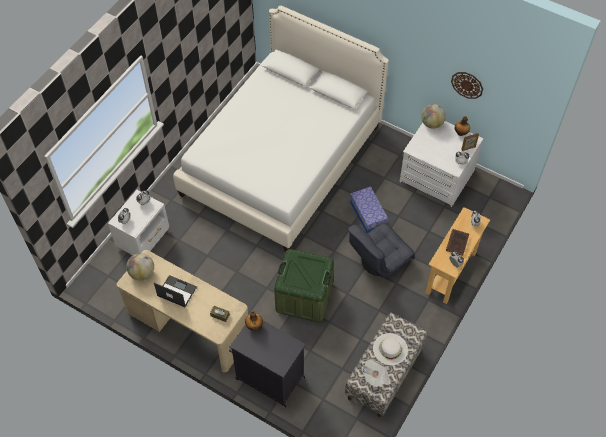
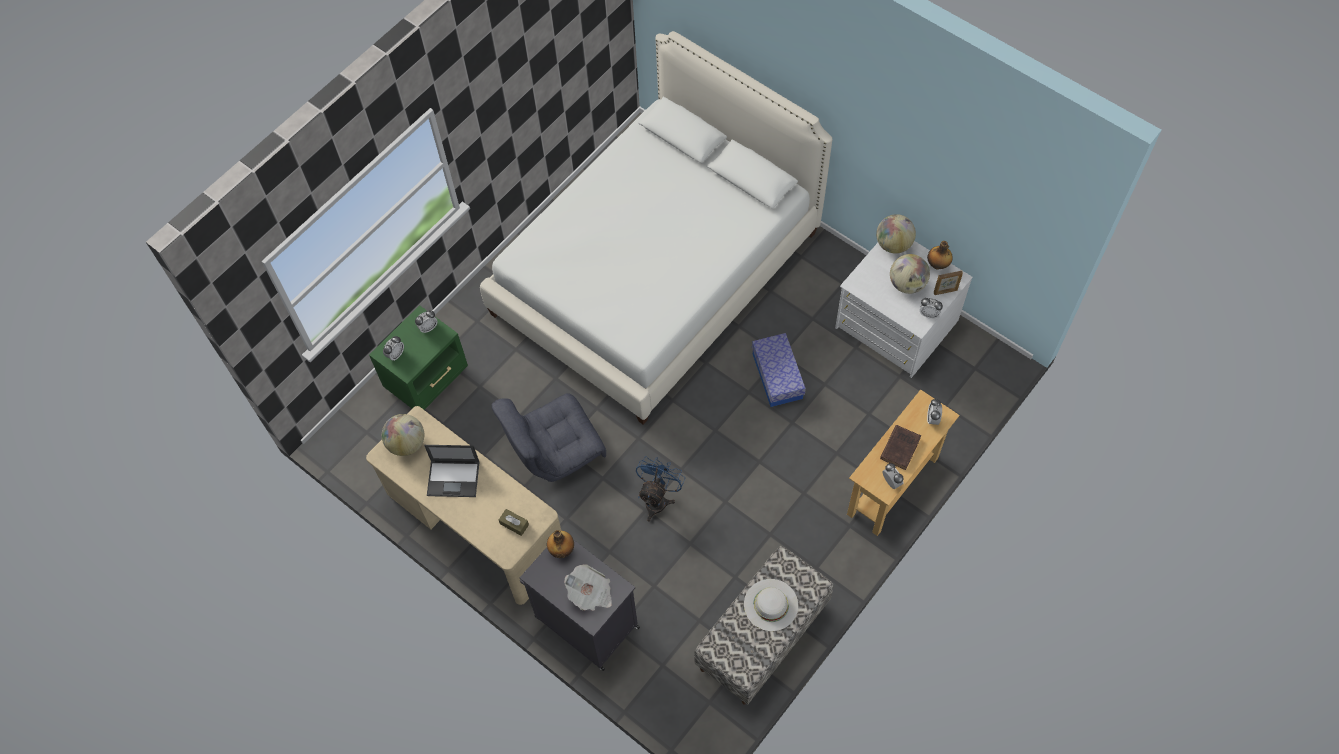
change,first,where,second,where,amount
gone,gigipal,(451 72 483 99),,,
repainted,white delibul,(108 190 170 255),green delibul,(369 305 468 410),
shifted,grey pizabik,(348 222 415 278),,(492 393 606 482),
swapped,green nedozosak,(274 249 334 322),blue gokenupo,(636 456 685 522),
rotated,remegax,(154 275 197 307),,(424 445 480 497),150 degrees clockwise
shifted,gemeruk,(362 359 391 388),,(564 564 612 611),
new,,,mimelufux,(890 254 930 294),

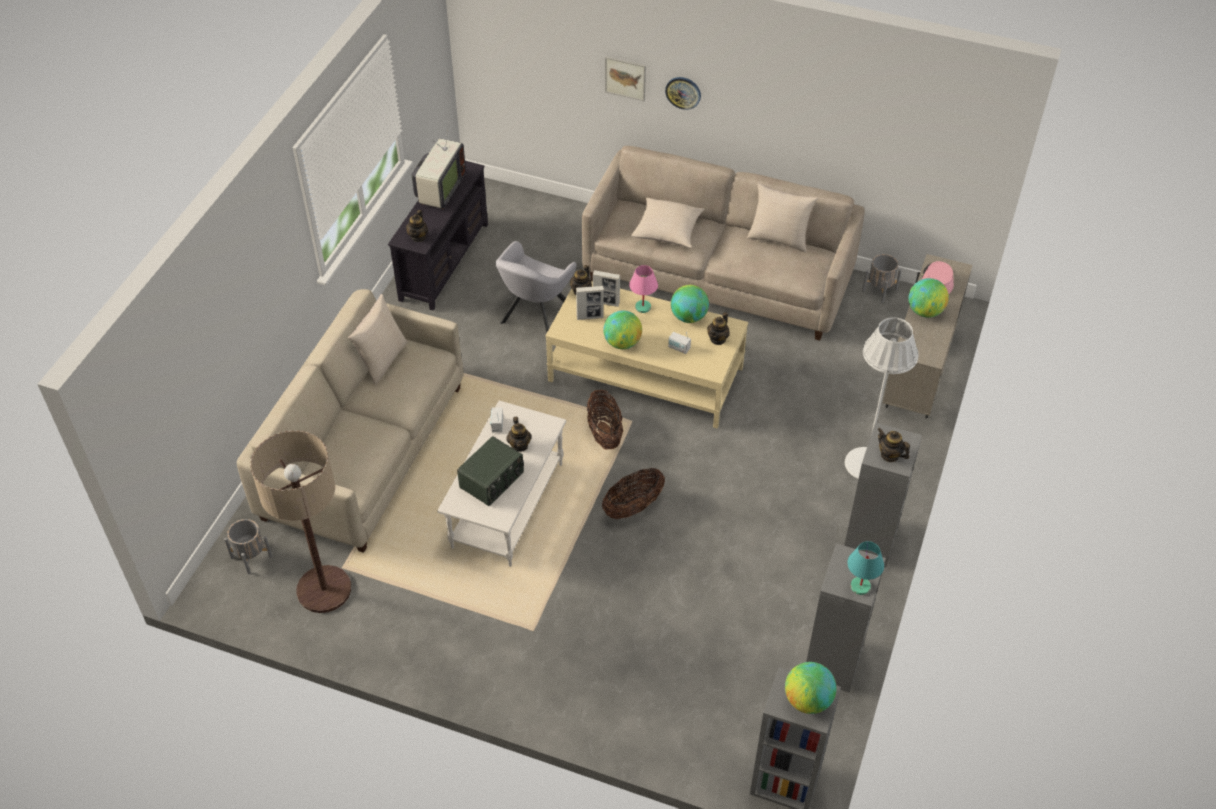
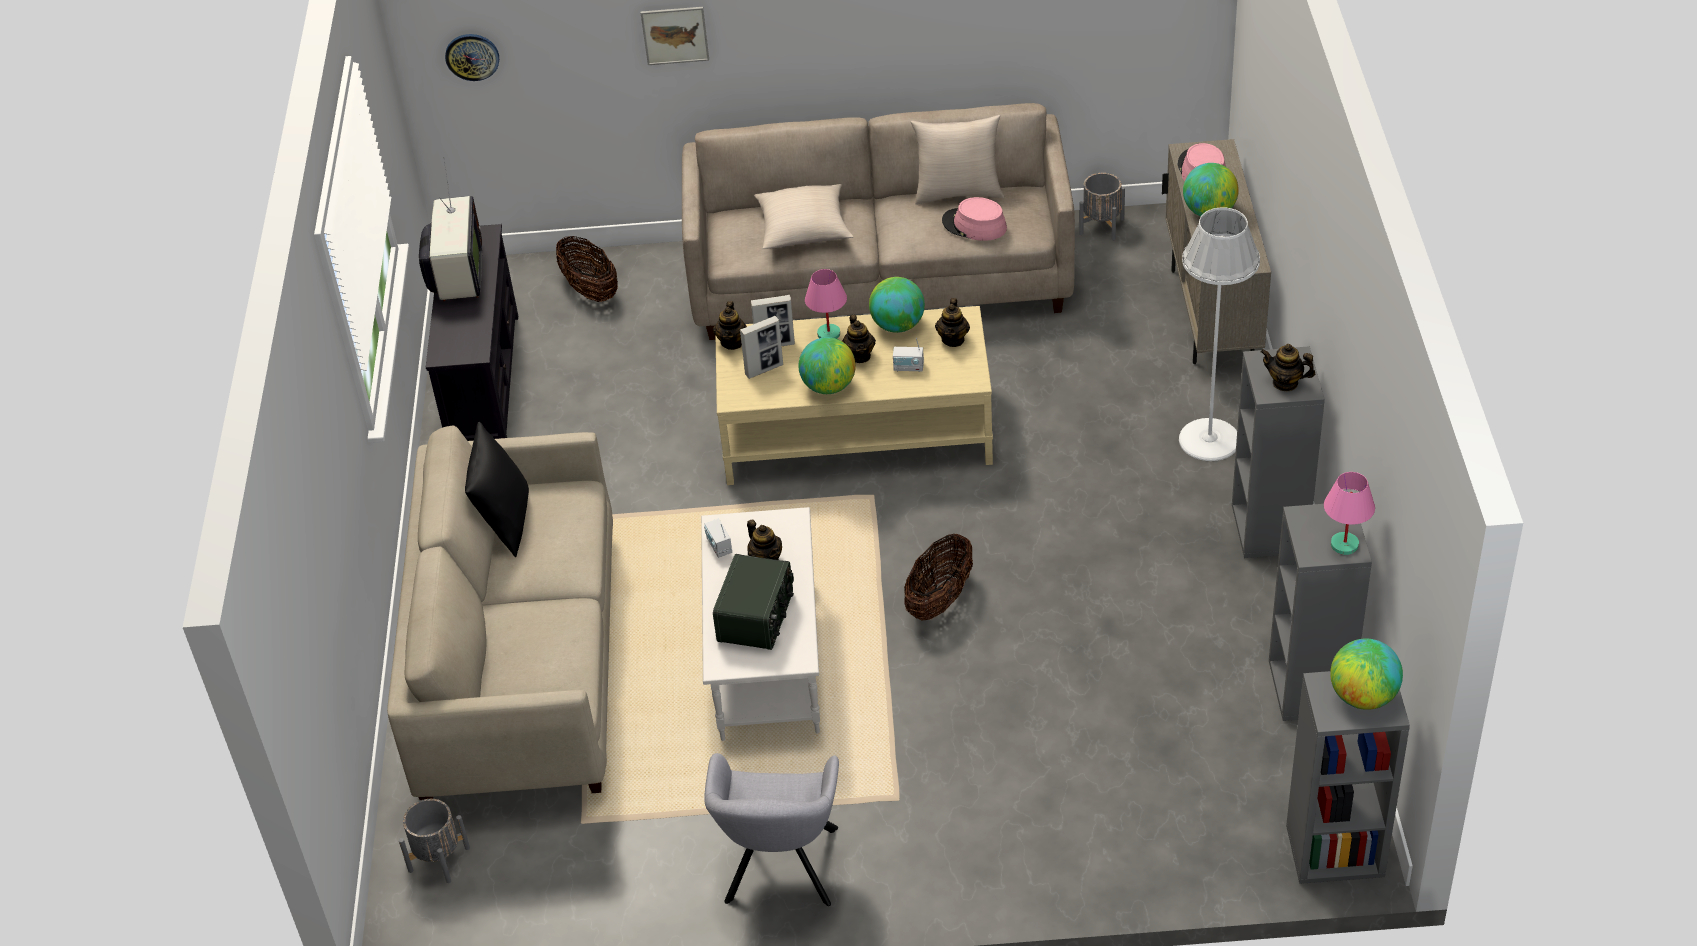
change,first,where,second,where,amount
shifted,gigipal,(665 77 701 110),,(445 34 499 81),
shifted,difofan,(406 210 428 242),,(842 315 876 363),
shifted,grey pizabik,(496 241 577 333),,(704 753 839 906),
repainted,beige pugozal,(348 294 408 386),black pugozal,(465 422 529 557),
shifted,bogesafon,(587 390 623 450),,(556 236 618 302),
gone,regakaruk,(250 431 351 613),,,
repainted,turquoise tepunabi,(847 541 884 595),pink tepunabi,(1324 472 1375 555),
new,,,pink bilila,(942 197 1007 241),

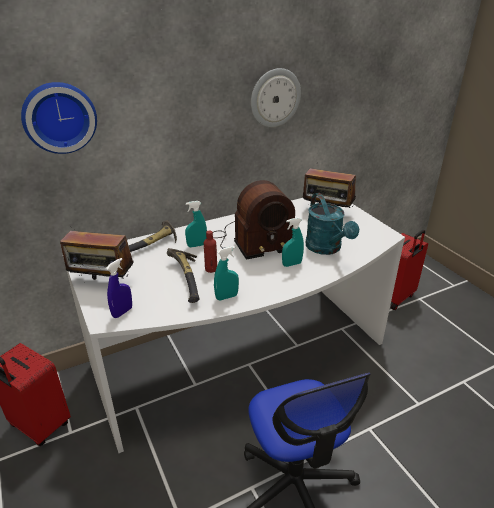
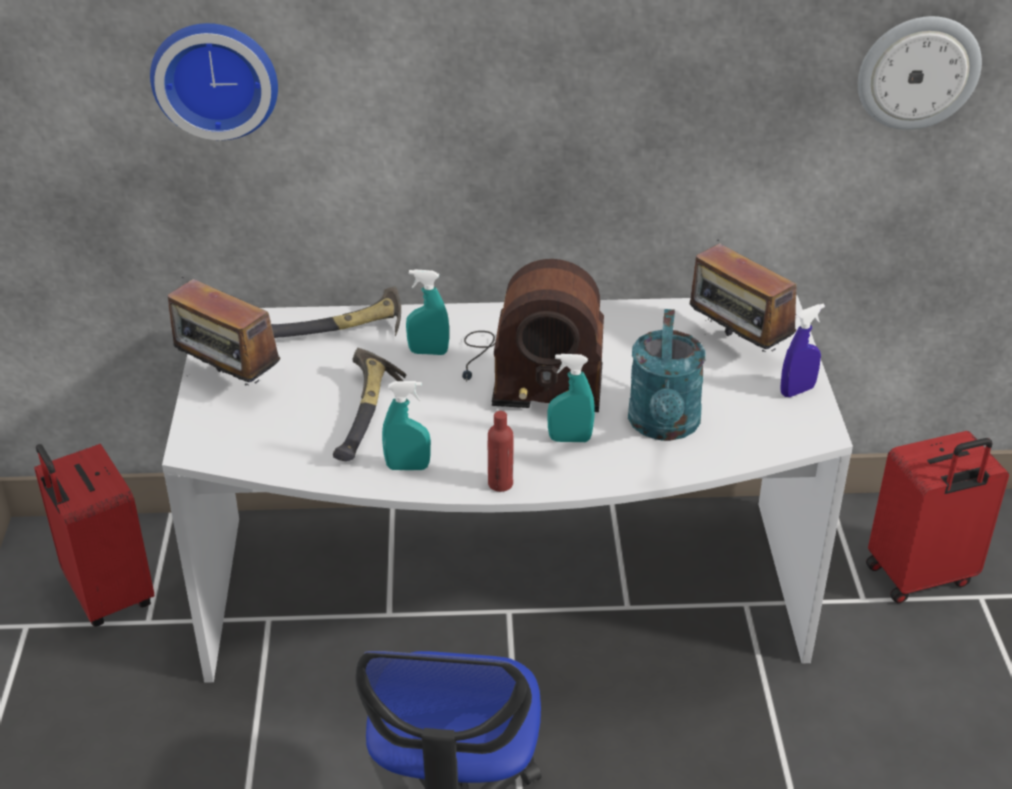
change,first,where,second,where,amount
shifted,gigipal,(251 68 301 128),,(858 16 982 130),
shifted,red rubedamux,(204 230 217 273),,(488 411 513 492),
shifted,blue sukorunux,(106 258 132 318),,(781 304 825 397),

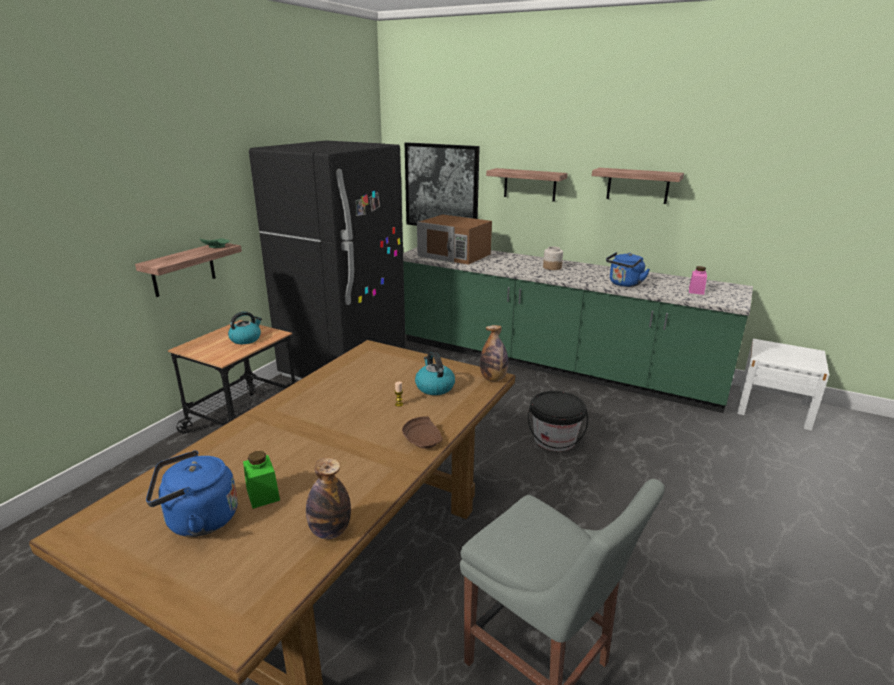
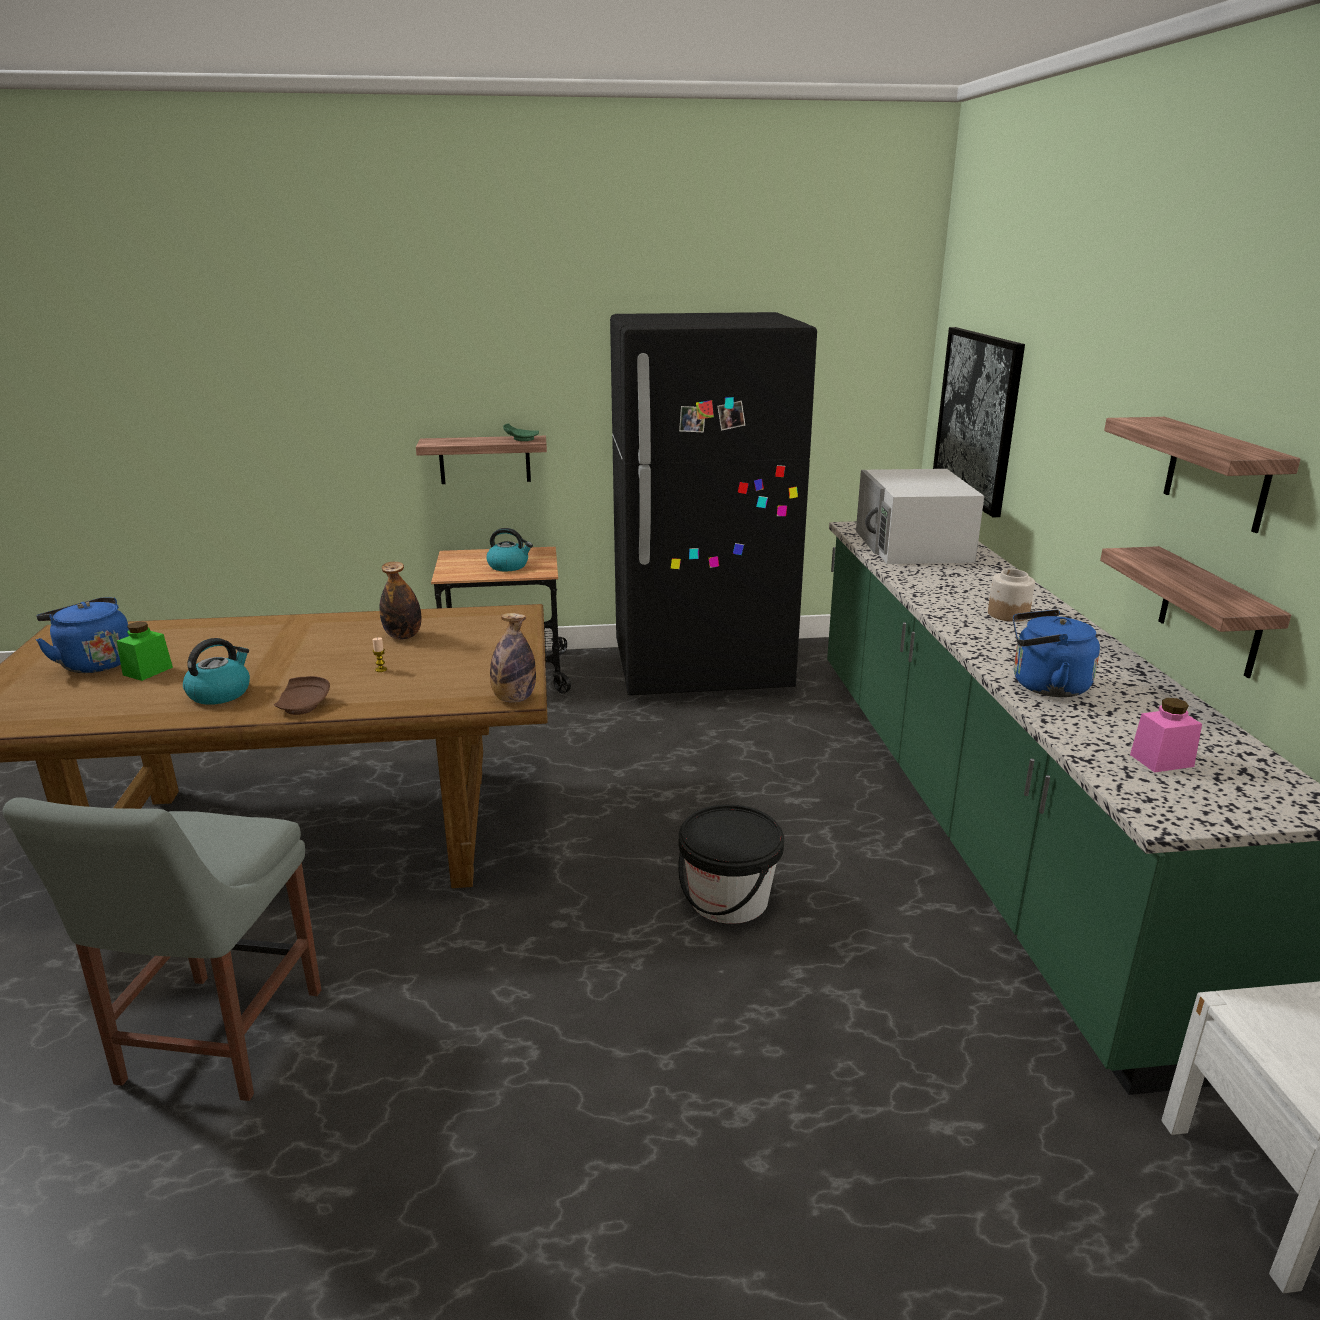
change,first,where,second,where,amount
shifted,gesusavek,(486 168 568 202),,(1100 546 1291 678),
repainted,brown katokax,(417 215 492 265),white katokax,(856 469 984 564),
shifted,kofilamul,(415 351 455 395),,(183 638 250 705),
shifted,rubedamux,(306 457 351 539),,(379 562 421 639),

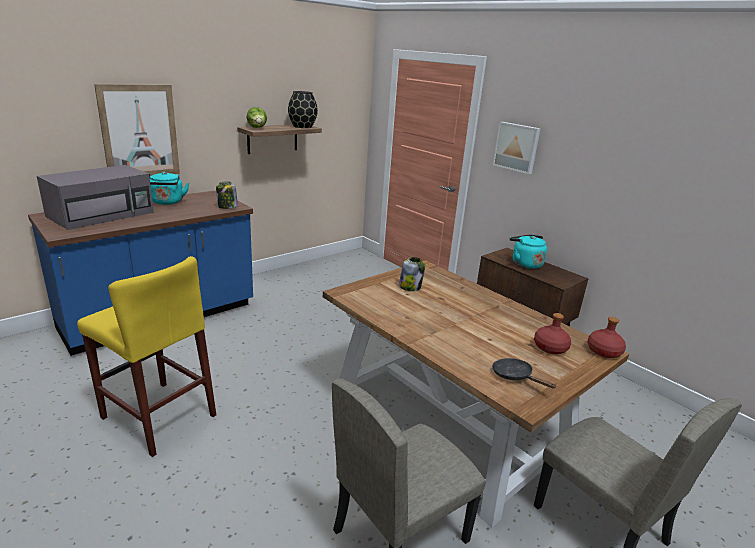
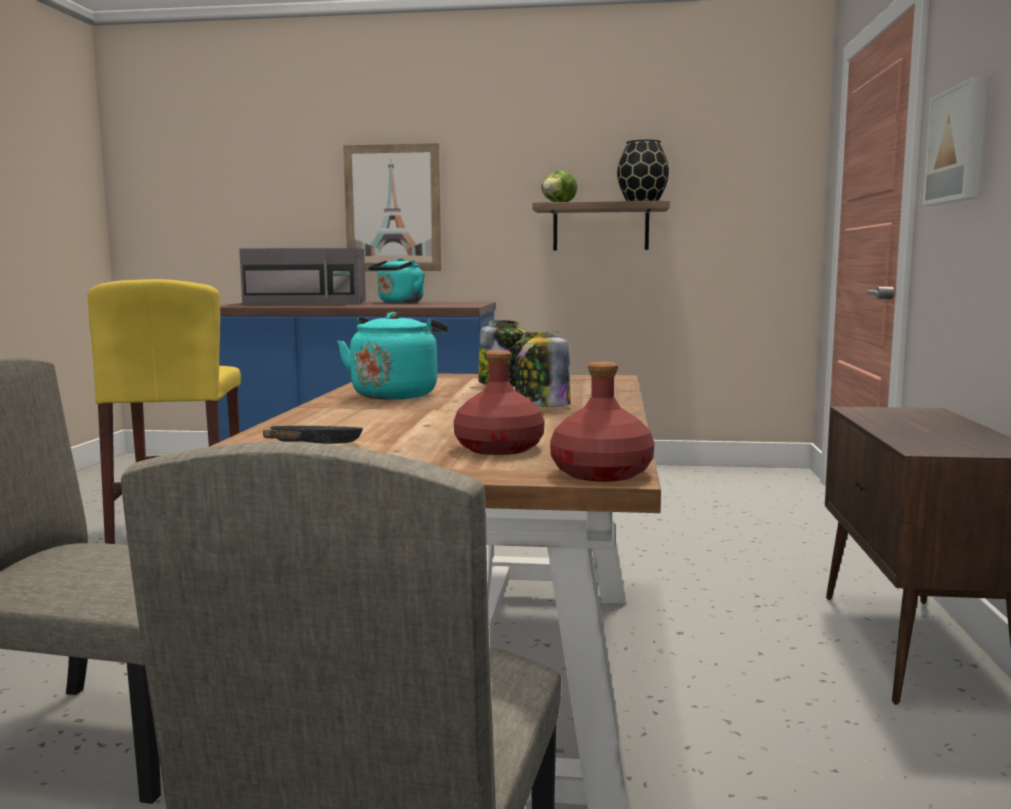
change,first,where,second,where,amount
shifted,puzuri,(216 182 238 209),,(515 332 570 407),
shifted,turquoise kofilamul,(509 235 547 269),,(337 312 448 400),

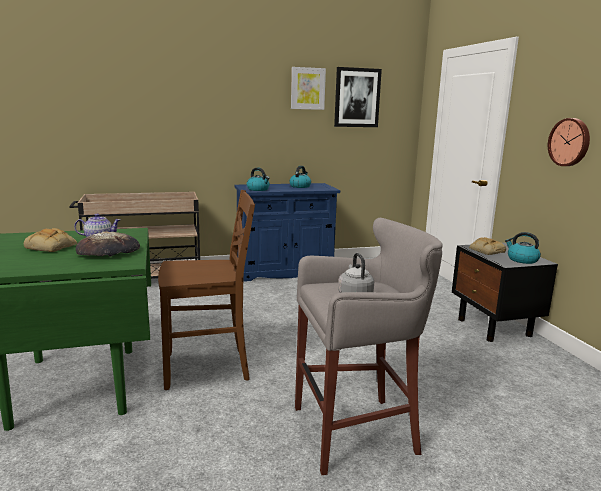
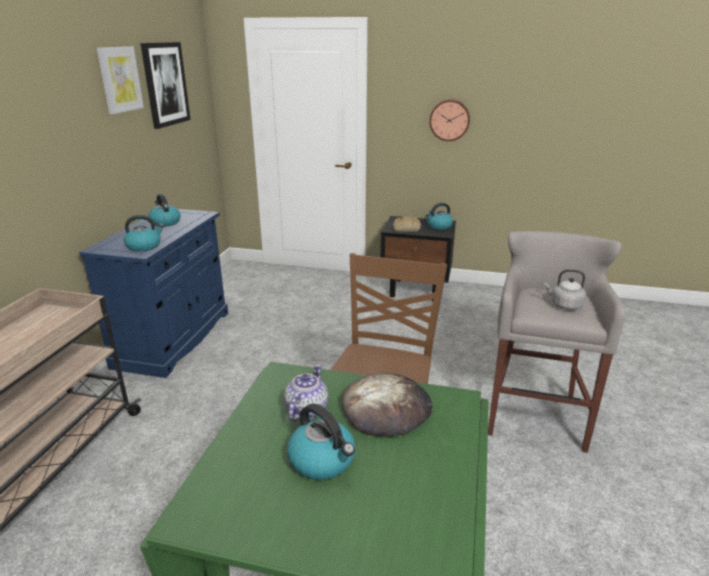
change,first,where,second,where,amount
swapped,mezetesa,(24 228 77 252),kofilamul,(287 403 356 480),

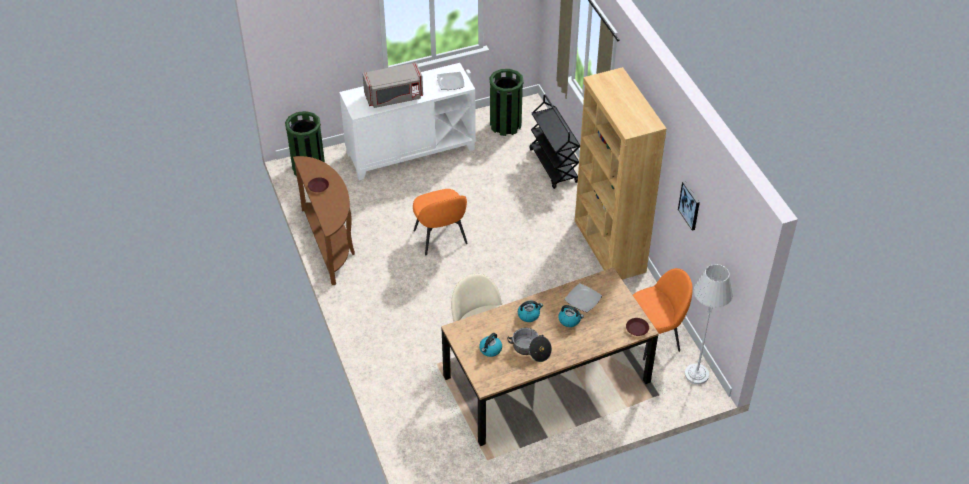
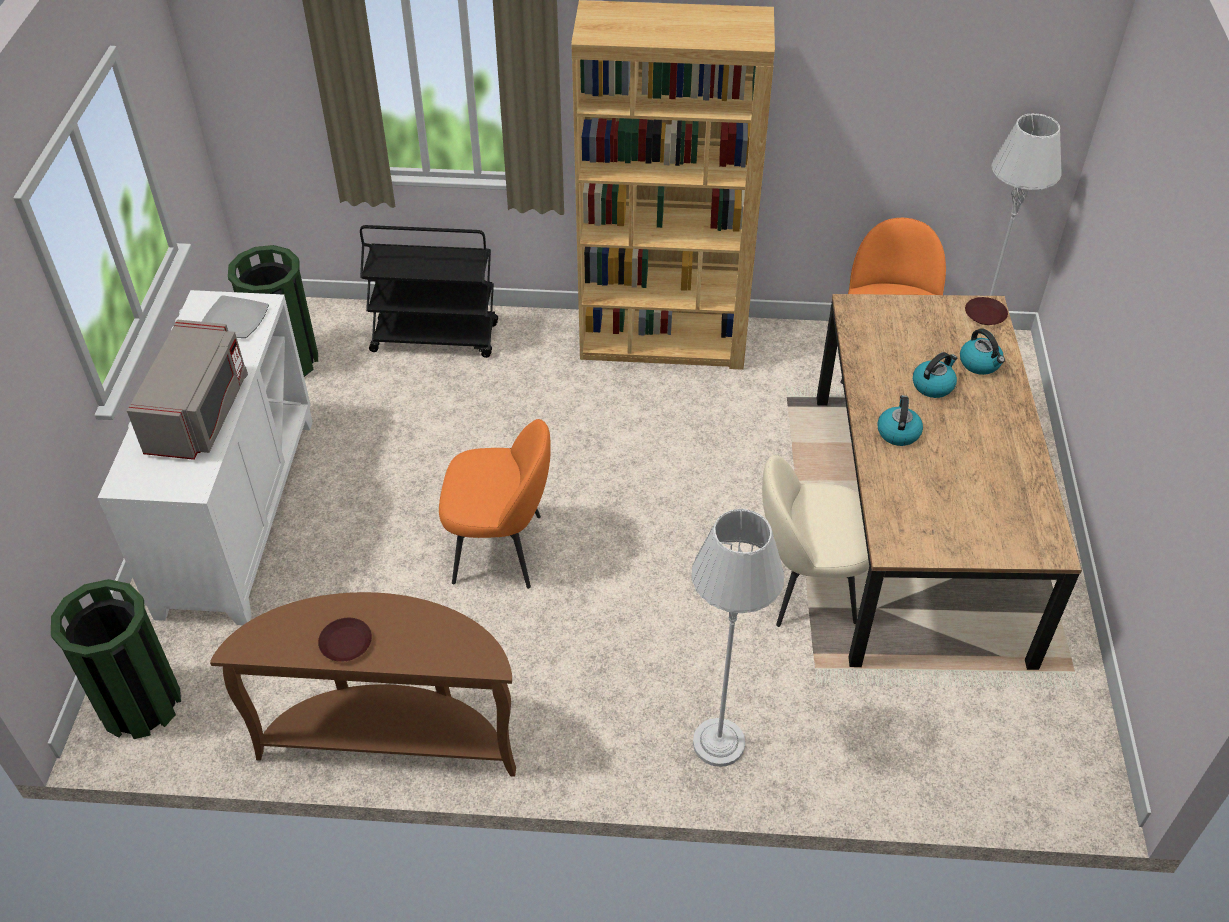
change,first,where,second,where,amount
gone,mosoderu,(678 181 700 231),,,
gone,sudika,(564 283 602 312),,,
gone,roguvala,(507 328 552 362),,,
shifted,kofilamul,(479 333 502 357),,(960 329 1005 375),
new,,,grey regakaruk,(691 509 785 767),

